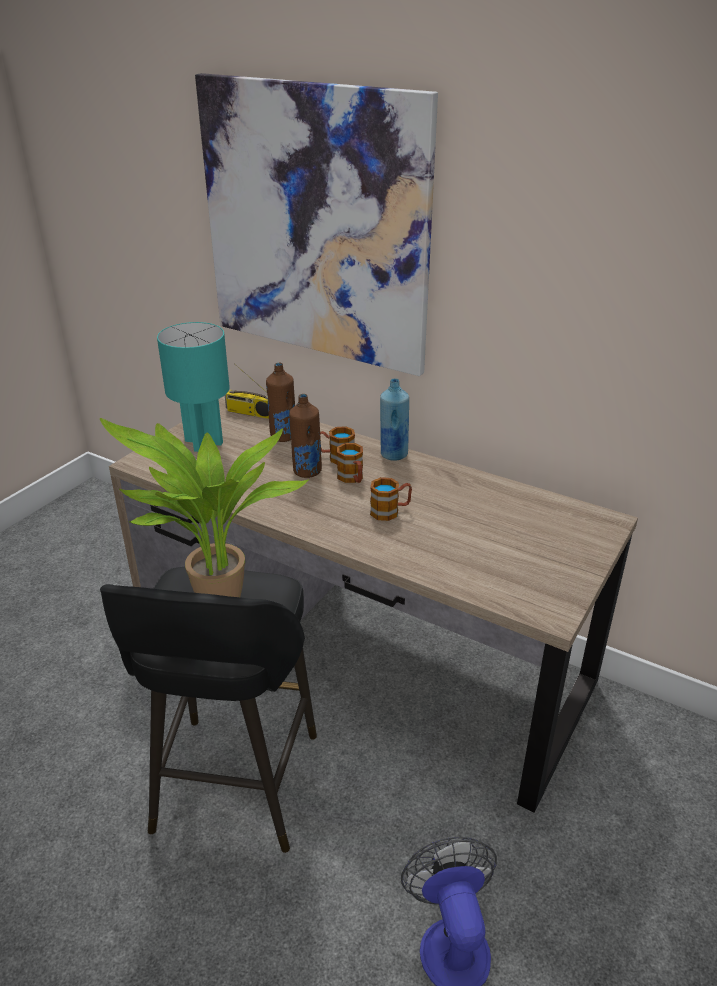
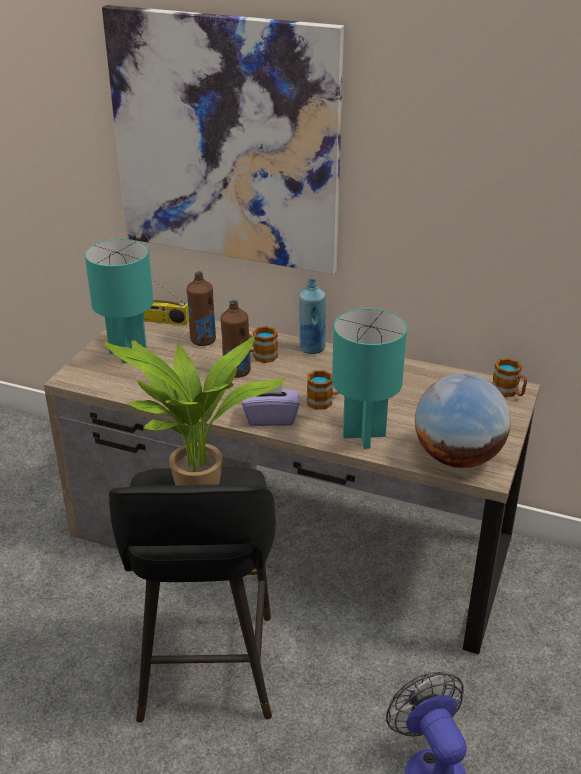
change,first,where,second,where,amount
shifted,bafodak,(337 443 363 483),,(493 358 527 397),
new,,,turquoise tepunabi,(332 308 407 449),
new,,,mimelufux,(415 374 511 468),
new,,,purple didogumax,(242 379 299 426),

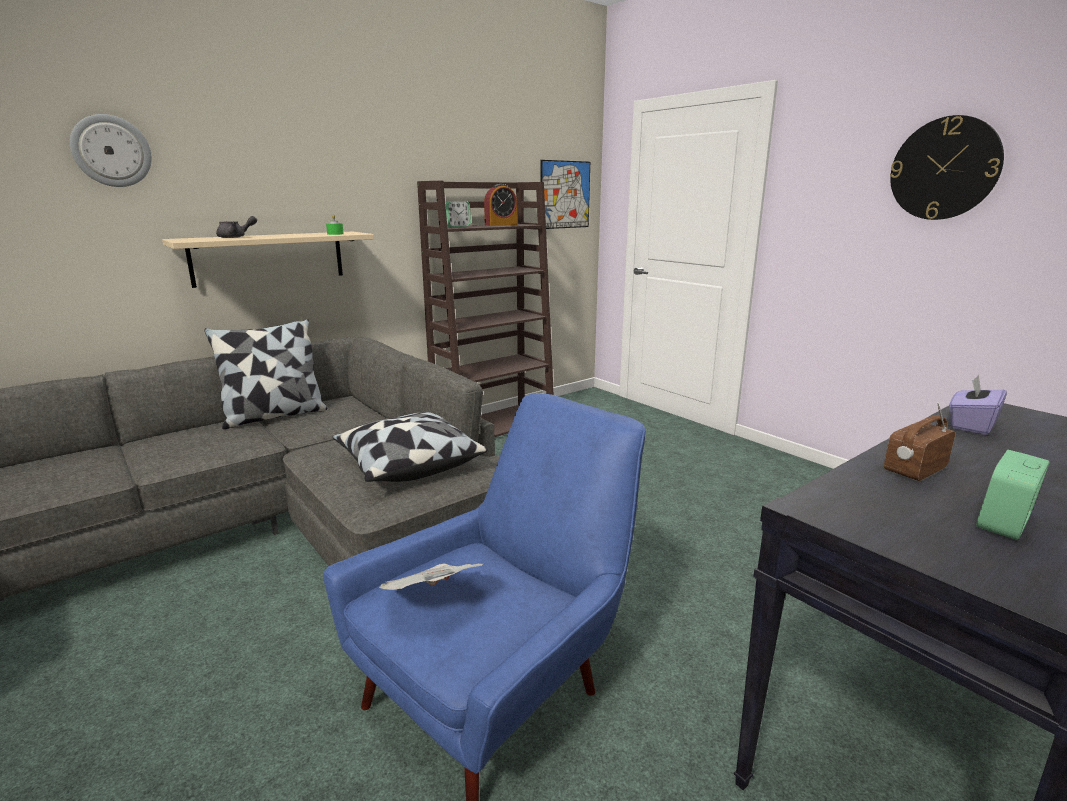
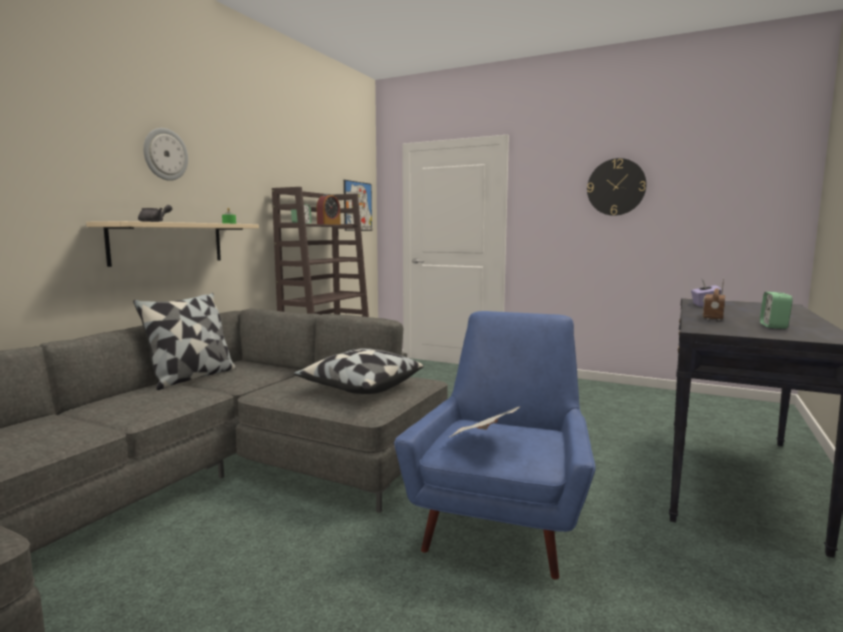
change,first,where,second,where,amount
shifted,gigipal,(70 114 152 187),,(143 128 188 181),

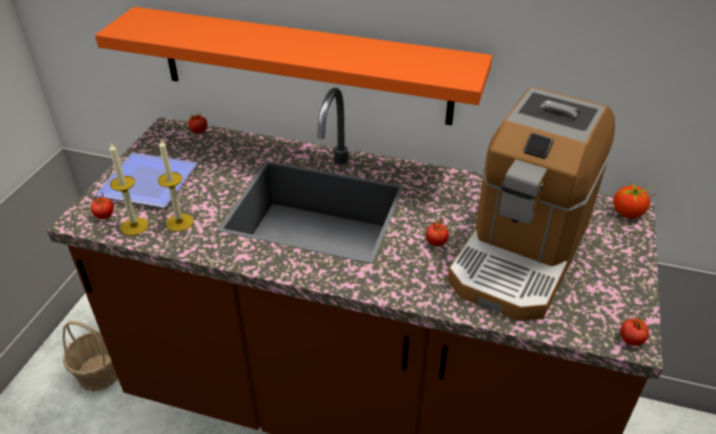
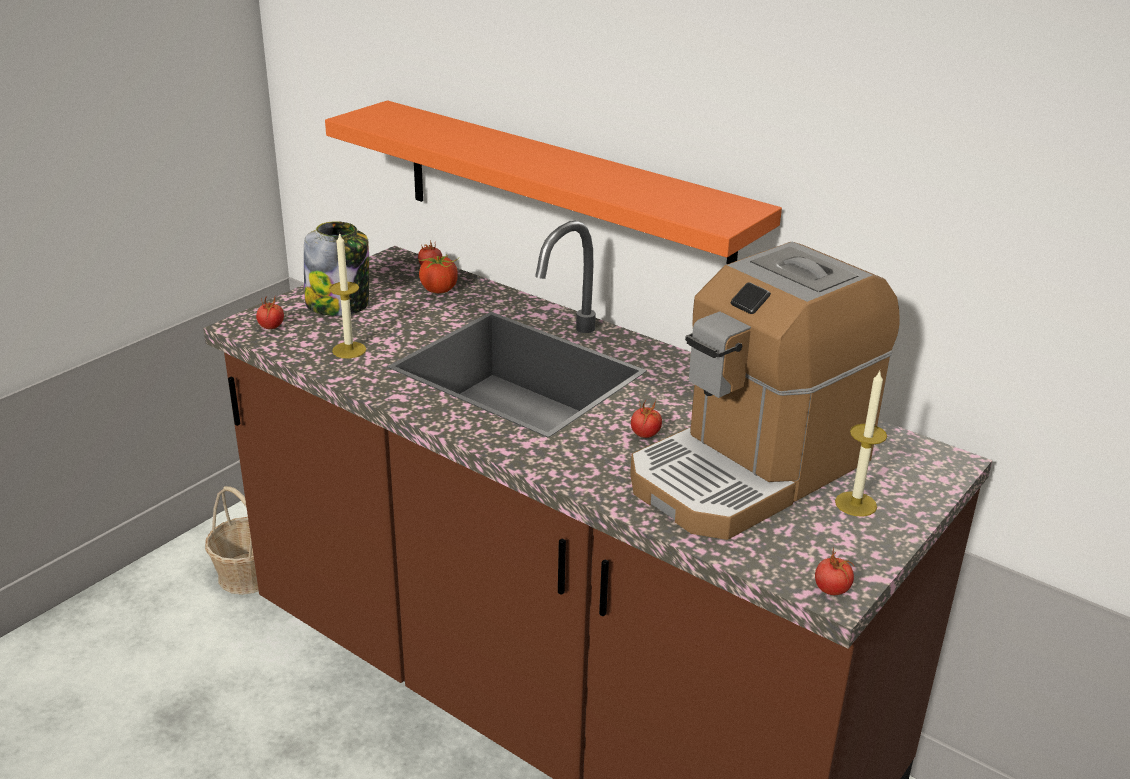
change,first,where,second,where,amount
shifted,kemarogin,(109 143 149 235),,(835 371 887 517),
swapped,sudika,(95 153 198 208),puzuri,(304 221 369 316),
shifted,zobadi,(613 183 656 219),,(418 254 459 293),

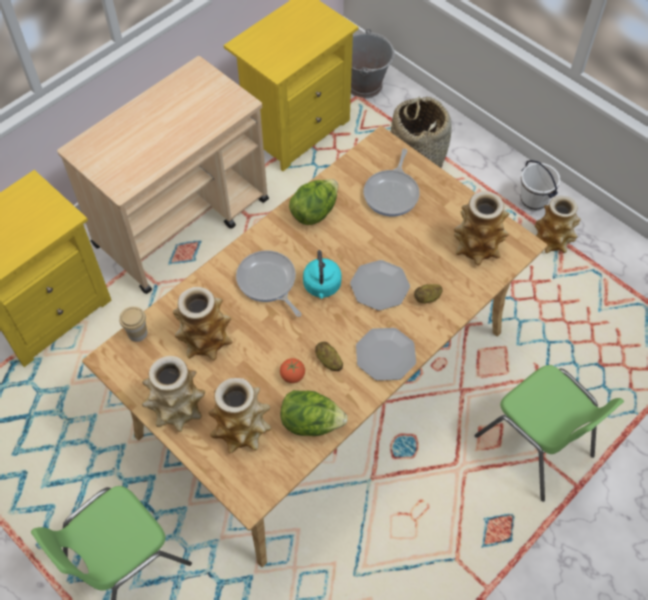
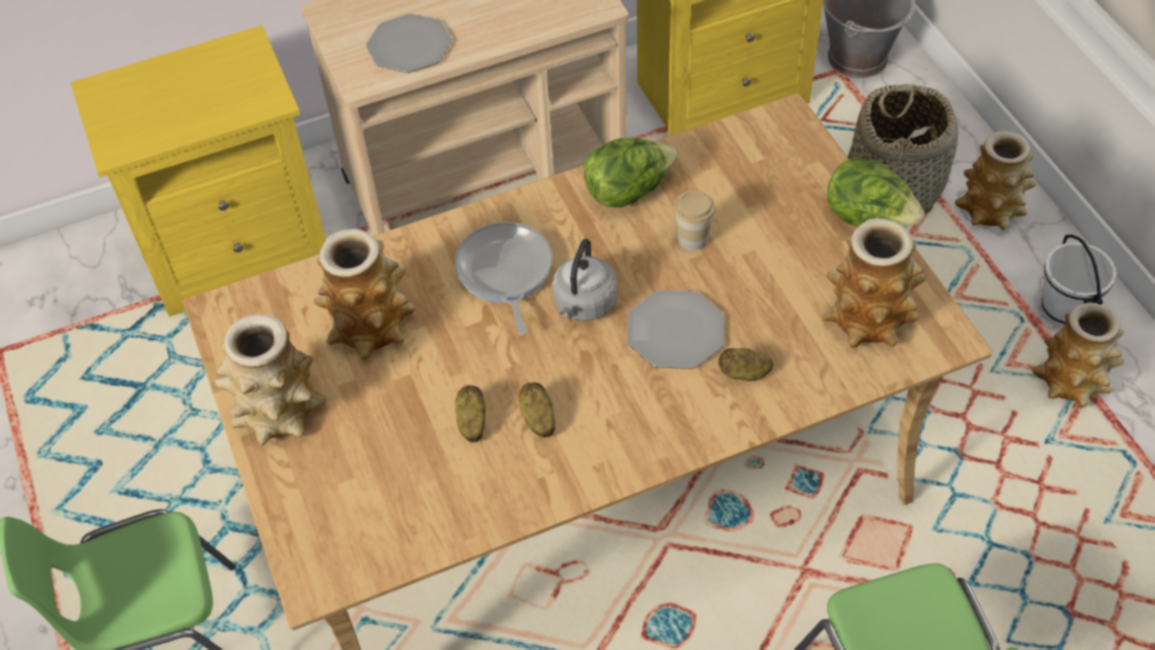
change,first,where,second,where,amount
gone,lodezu,(363 149 420 216),,,
repainted,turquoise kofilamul,(303 250 342 299),grey kofilamul,(552 239 617 321),
shifted,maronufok,(119 306 147 342),,(674 191 715 251),
shifted,sudika,(356 328 416 381),,(366 14 452 73),
swapped,zobadi,(280 358 305 383),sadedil,(455 385 486 442),
shifted,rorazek,(208 378 271 453),,(955 131 1036 230),
shifted,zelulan,(280 390 348 436),,(827 157 925 227),

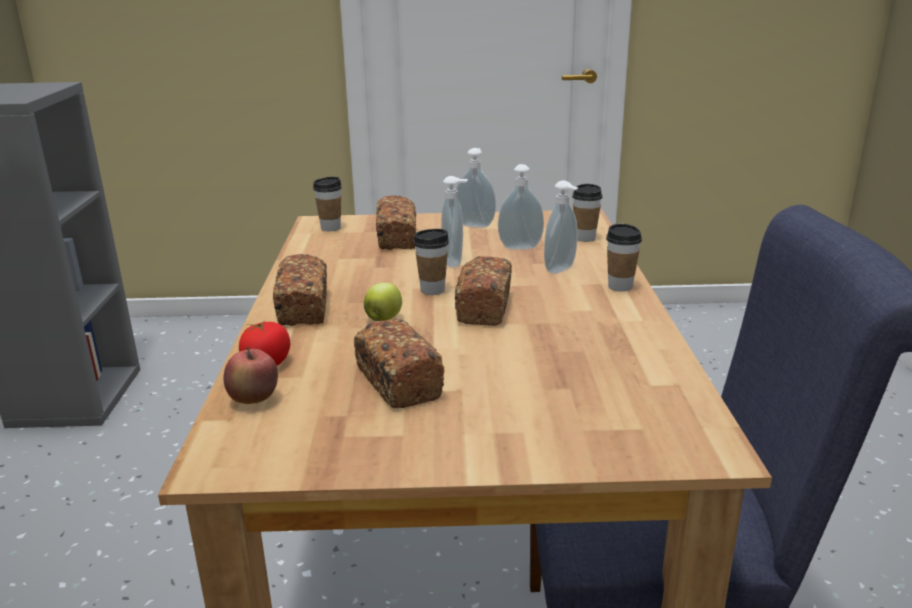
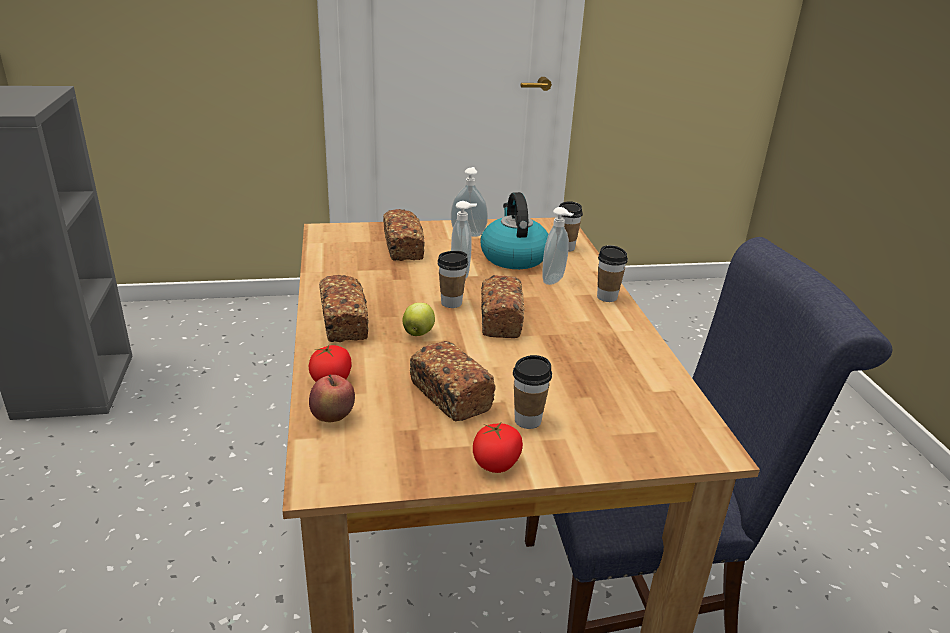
change,first,where,second,where,amount
swapped,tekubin,(498 164 544 250),kofilamul,(480 192 548 269),
shifted,maronufok,(313 177 342 231),,(513 355 552 429),
new,,,zobadi,(473 423 523 473),

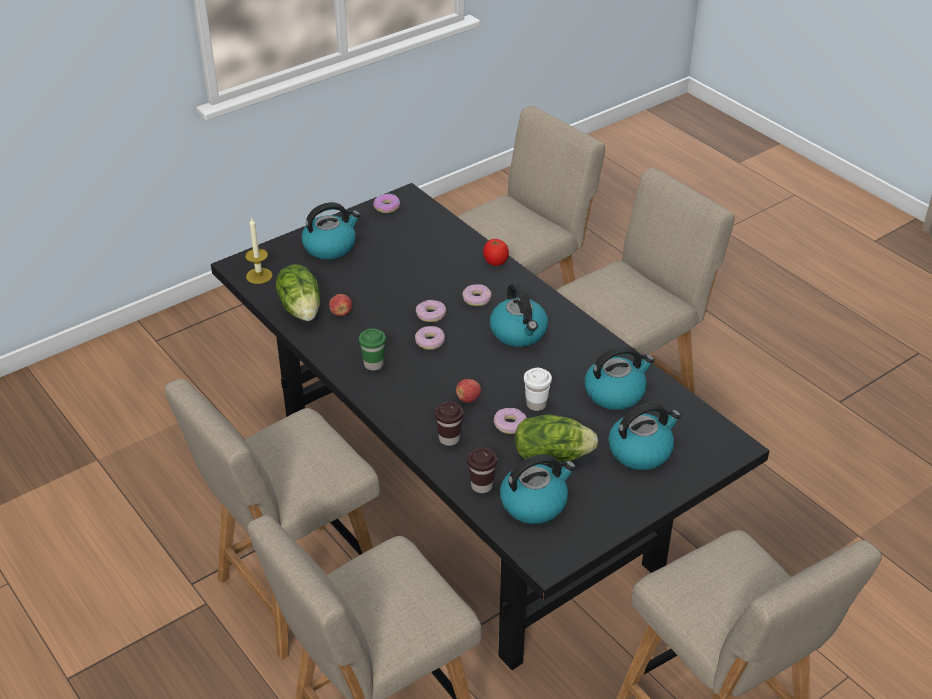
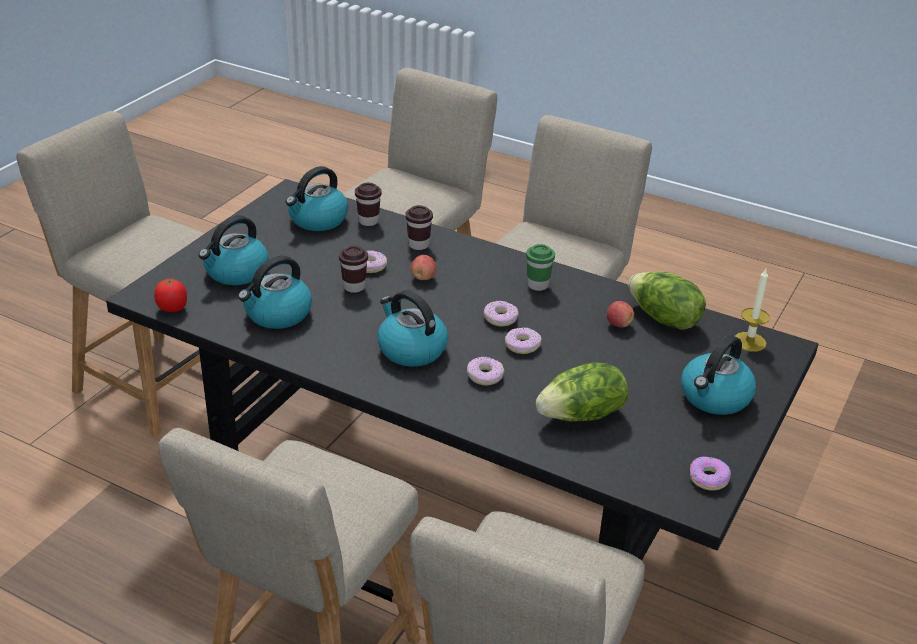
change,first,where,second,where,amount
shifted,zobadi,(483 239 509 266),,(154 278 187 312),
repainted,white maronufok,(524 368 552 411),brown maronufok,(339 246 368 293),
shifted,zelulan,(515 414 598 464),,(536 362 628 421),

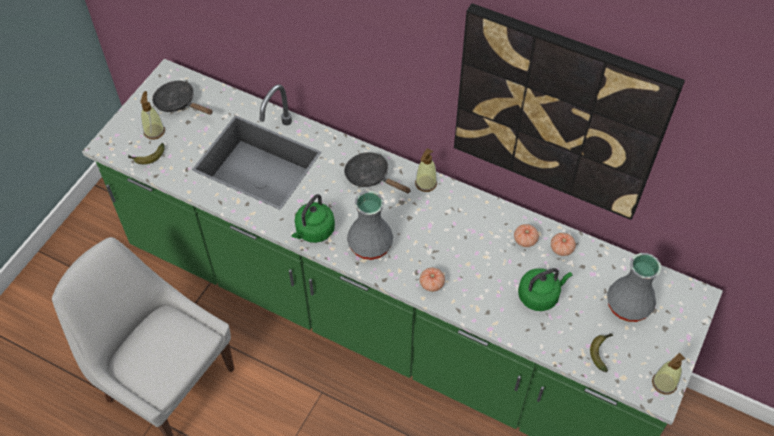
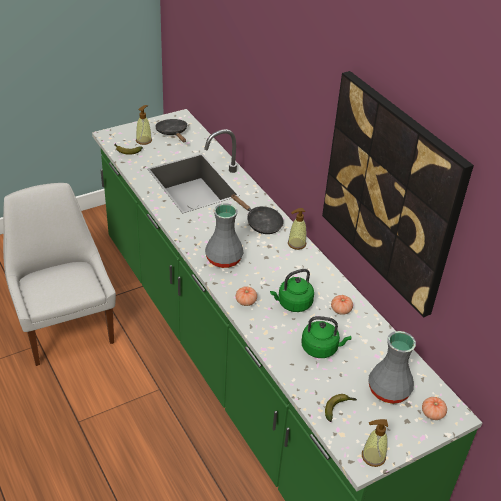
change,first,where,second,where,amount
rotated,black lodezu,(344 152 411 193),,(231 194 284 234),150 degrees clockwise
shifted,green kofilamul,(291 194 335 243),,(270 269 314 312),
shifted,zobadi,(551 233 576 256),,(422 397 447 420),

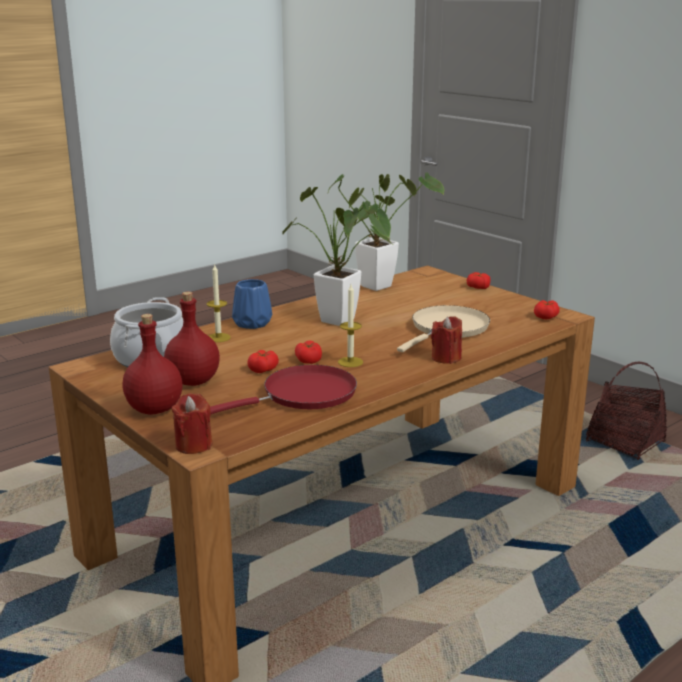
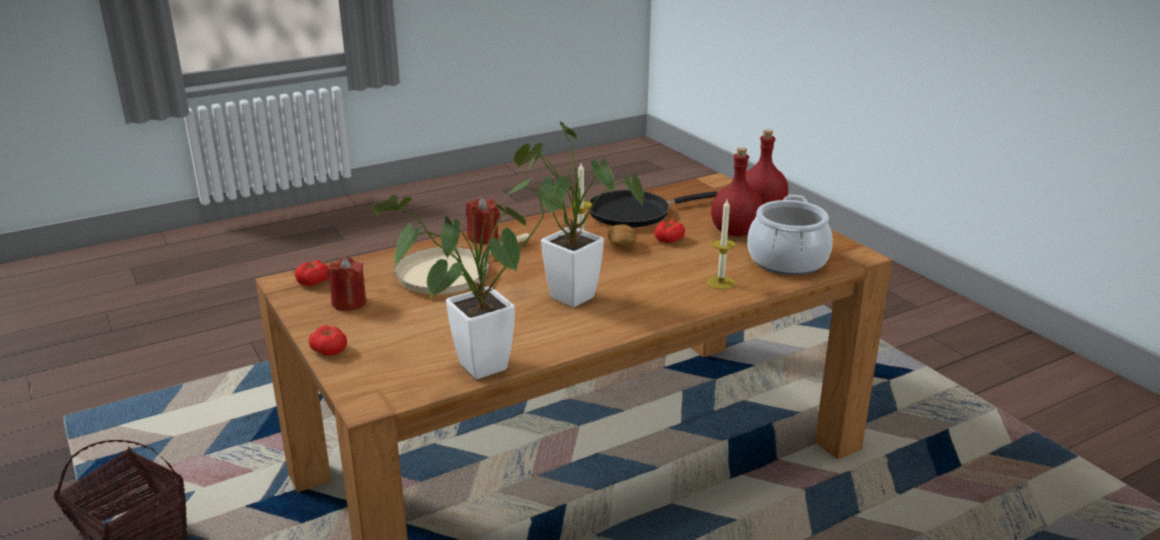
change,first,where,second,where,amount
gone,blue rorazek,(232 279 272 329),,,
swapped,zobadi,(295 340 322 364),sadedil,(607 224 636 248),
repainted,red lodezu,(210 365 357 414),black lodezu,(588 190 718 228),
shifted,red kemarogin,(172 393 212 454),,(327 257 367 311),

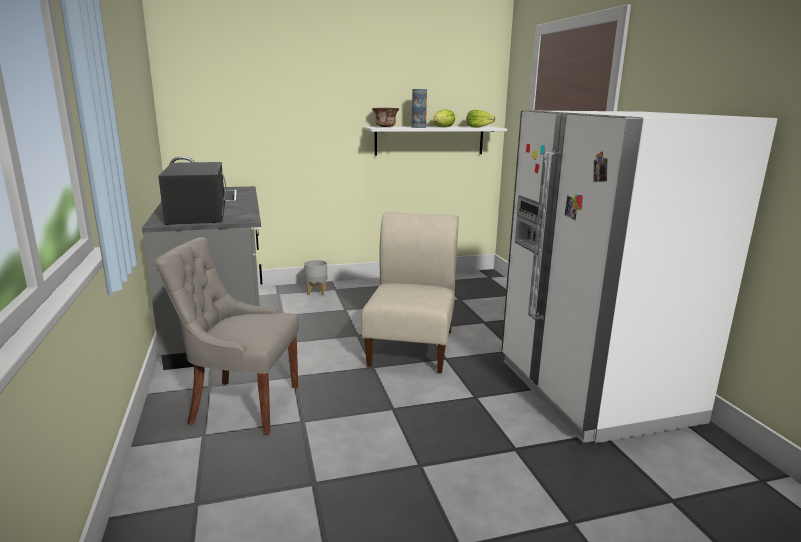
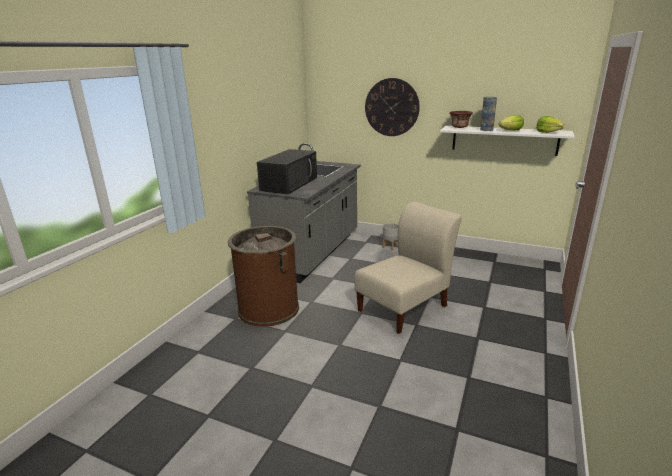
change,first,where,second,where,amount
gone,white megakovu,(501 110 777 443),,,
swapped,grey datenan,(154 237 299 435),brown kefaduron,(228 226 299 327),
new,,,gigipal,(365 78 420 136),

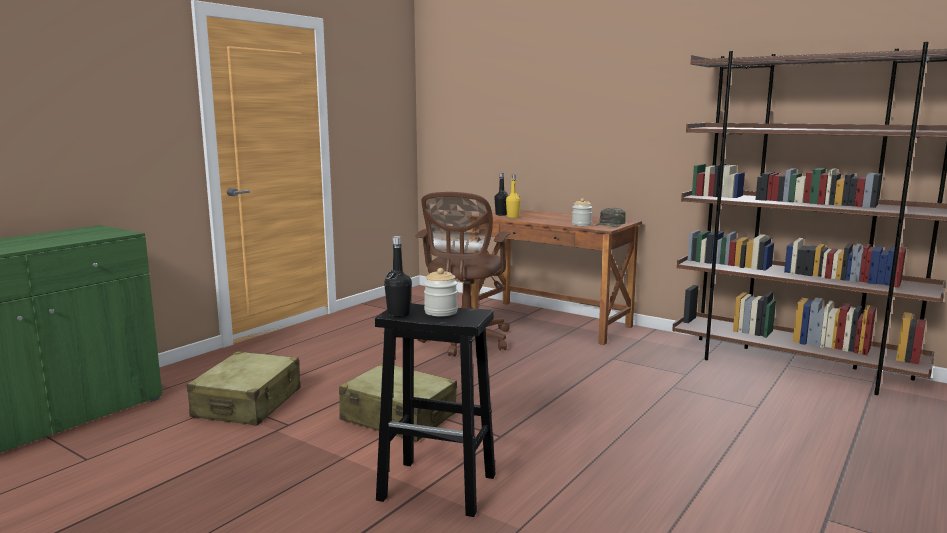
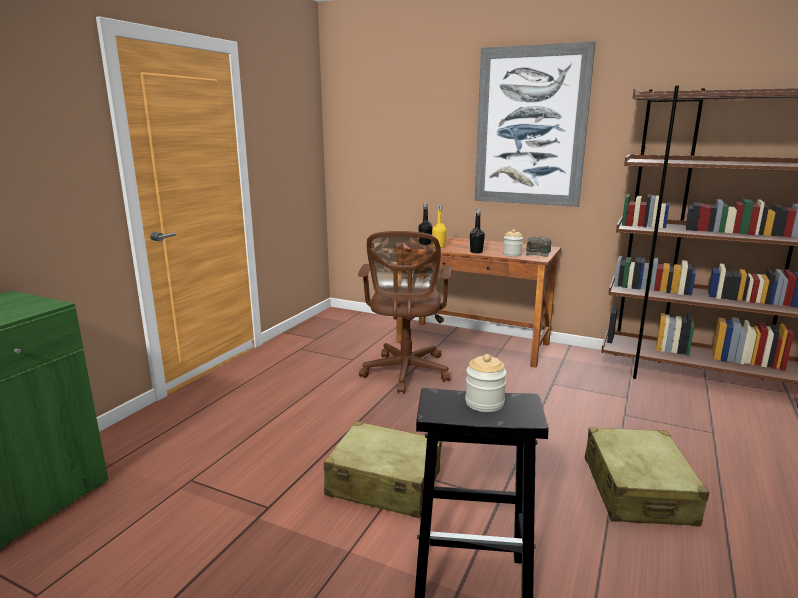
change,first,where,second,where,amount
shifted,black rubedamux,(384 236 412 317),,(470 209 485 254),
shifted,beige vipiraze,(187 351 301 426),,(585 428 710 527),
new,,,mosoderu,(475 41 596 207),

